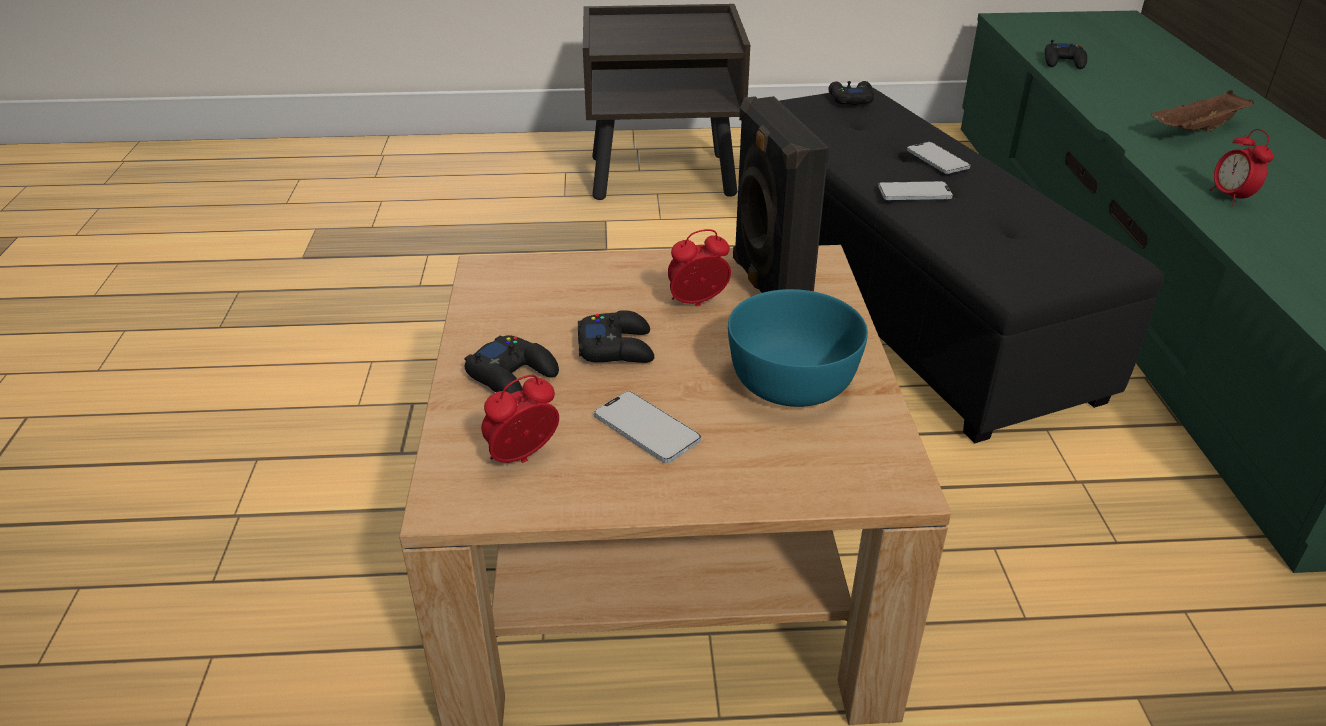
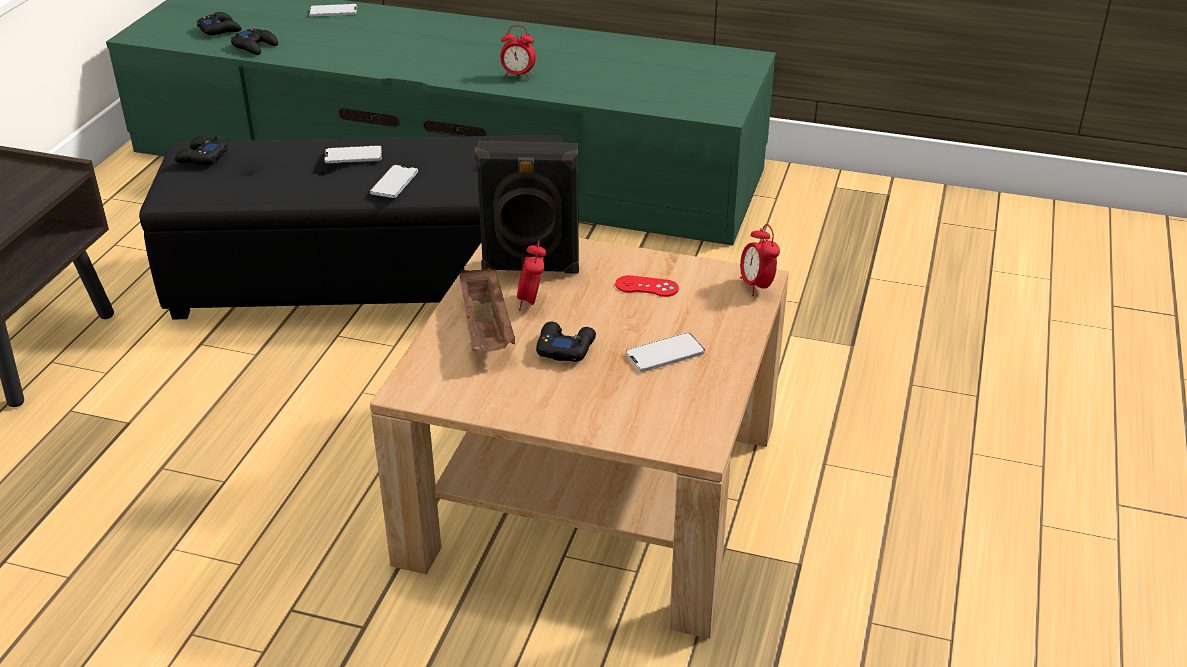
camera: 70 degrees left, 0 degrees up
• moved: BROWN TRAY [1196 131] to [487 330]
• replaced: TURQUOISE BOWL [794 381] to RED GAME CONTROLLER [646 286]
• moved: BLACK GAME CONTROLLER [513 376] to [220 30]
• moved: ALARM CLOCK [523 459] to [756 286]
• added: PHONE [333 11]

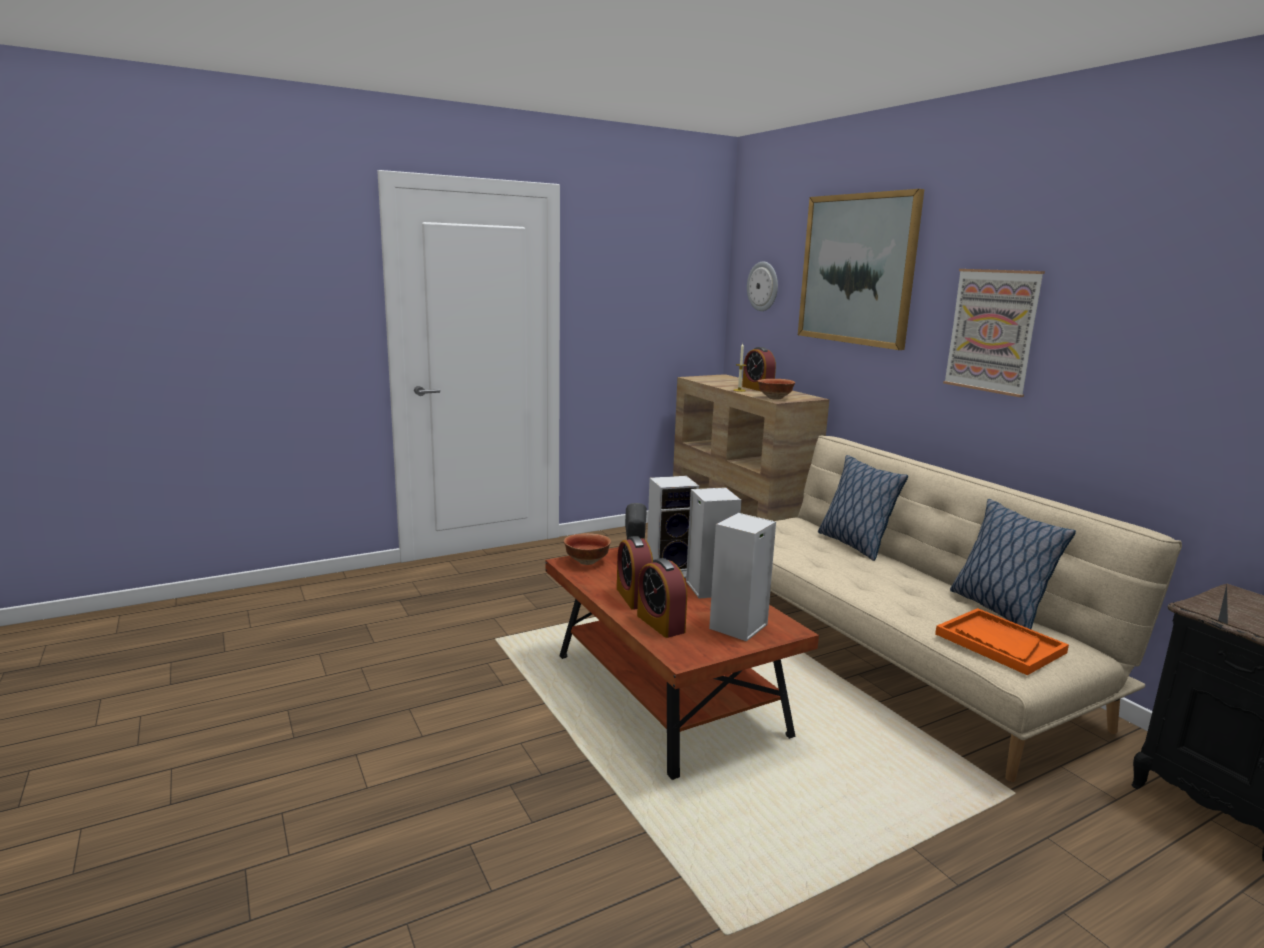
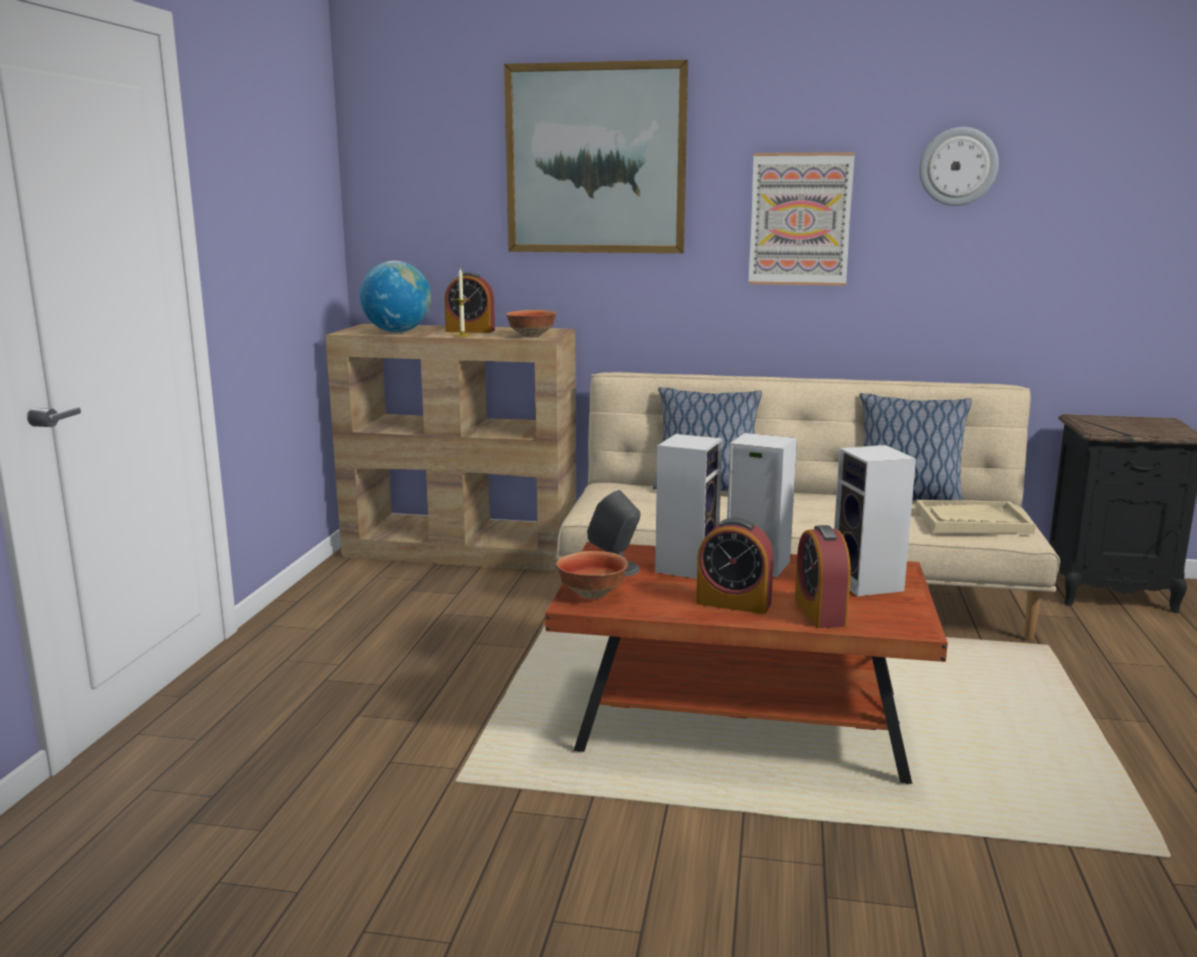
camera: 50 degrees left, 0 degrees up
• moved: WALL CLOCK [763 286] to [958 166]
• turned: ALARM CLOCK [660 624] = [820 612] 75 degrees clockwise
• recoloured: ORANGE TRAY [999 643] to BEIGE TRAY [972 520]
• added: GLOBE [397 331]

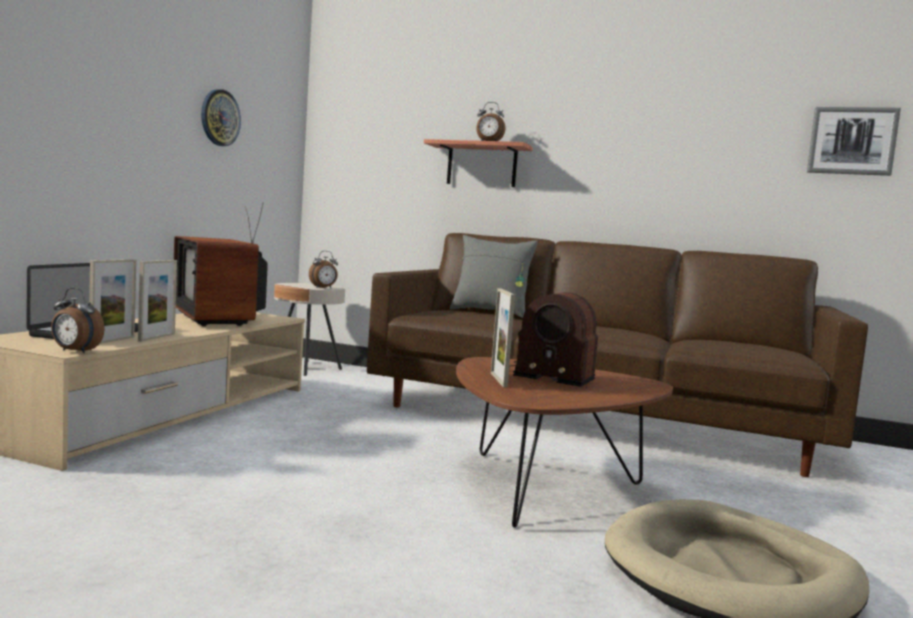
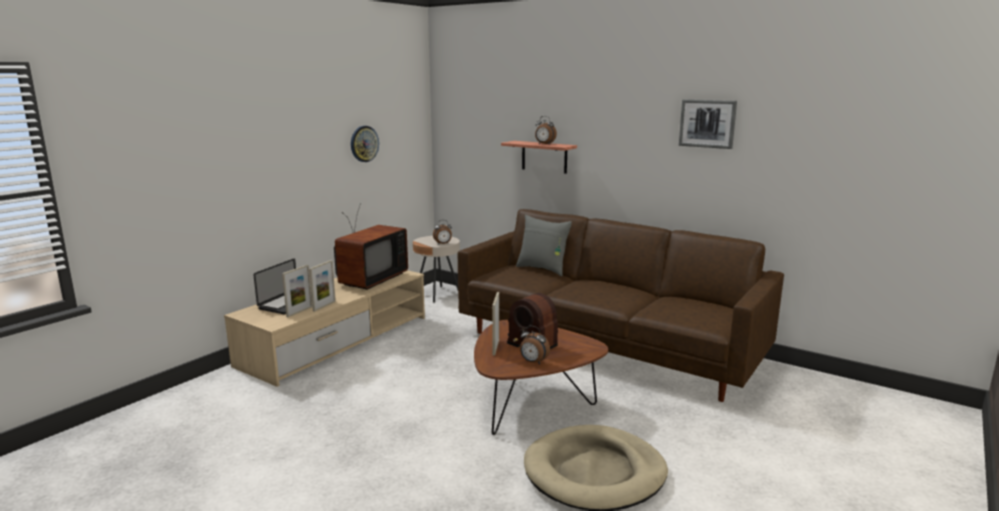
camera: 15 degrees right, 10 degrees up
• moved: PICTURE [852 141] to [707 123]
• turned: TELEVISION [220 319] = [369 280] 135 degrees counterclockwise
• moved: ALARM CLOCK [75 351] to [533 362]

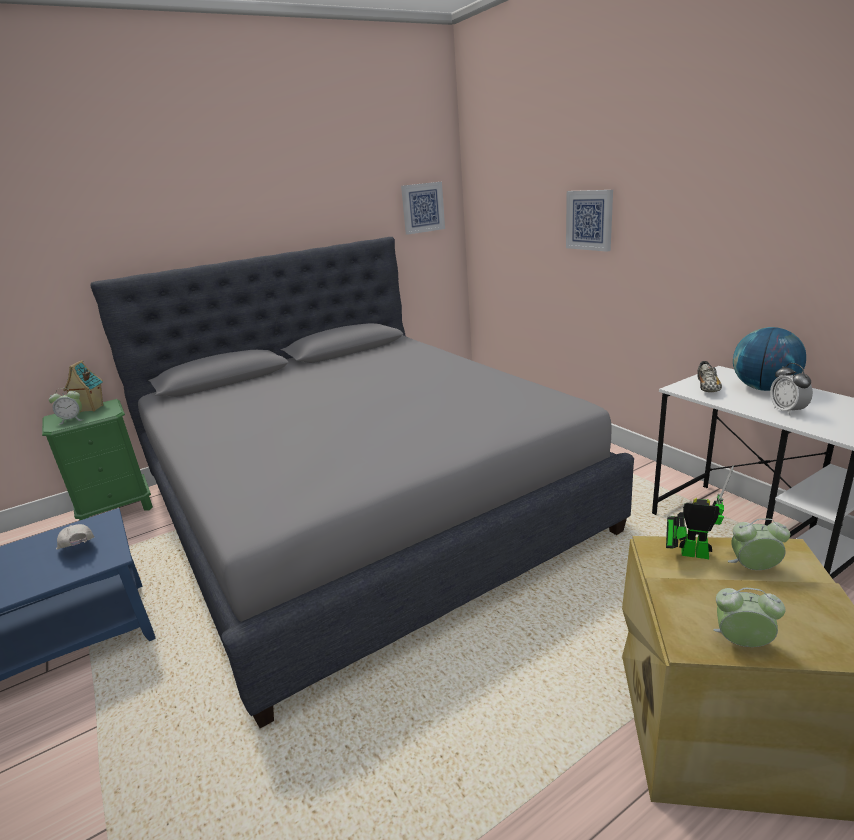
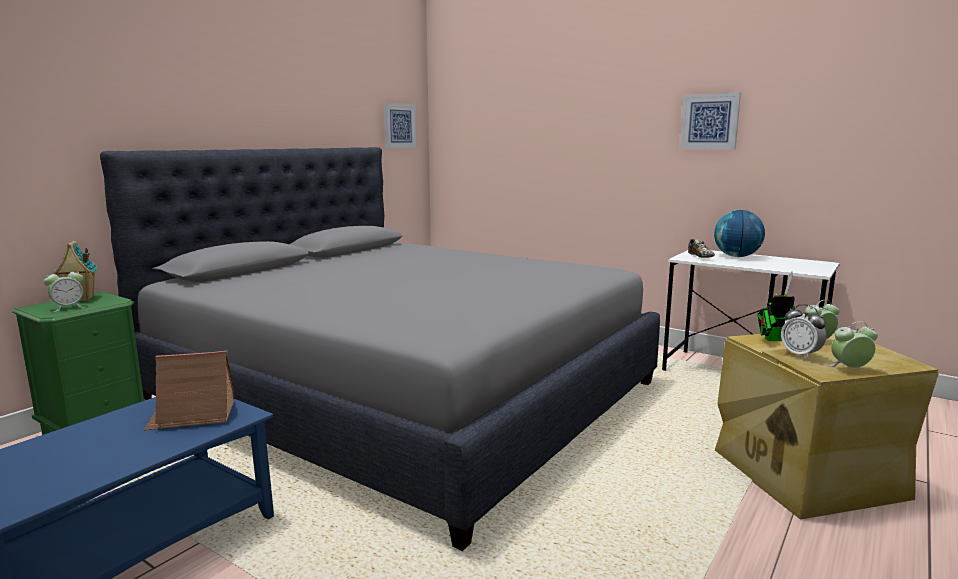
camera: 25 degrees left, 10 degrees down
• moved: PICTURE [589 220] to [709 121]
• moved: ALARM CLOCK [787 411] to [800 355]
• replaced: WHITE CAP [78 551] to TOY HOUSE [193 415]

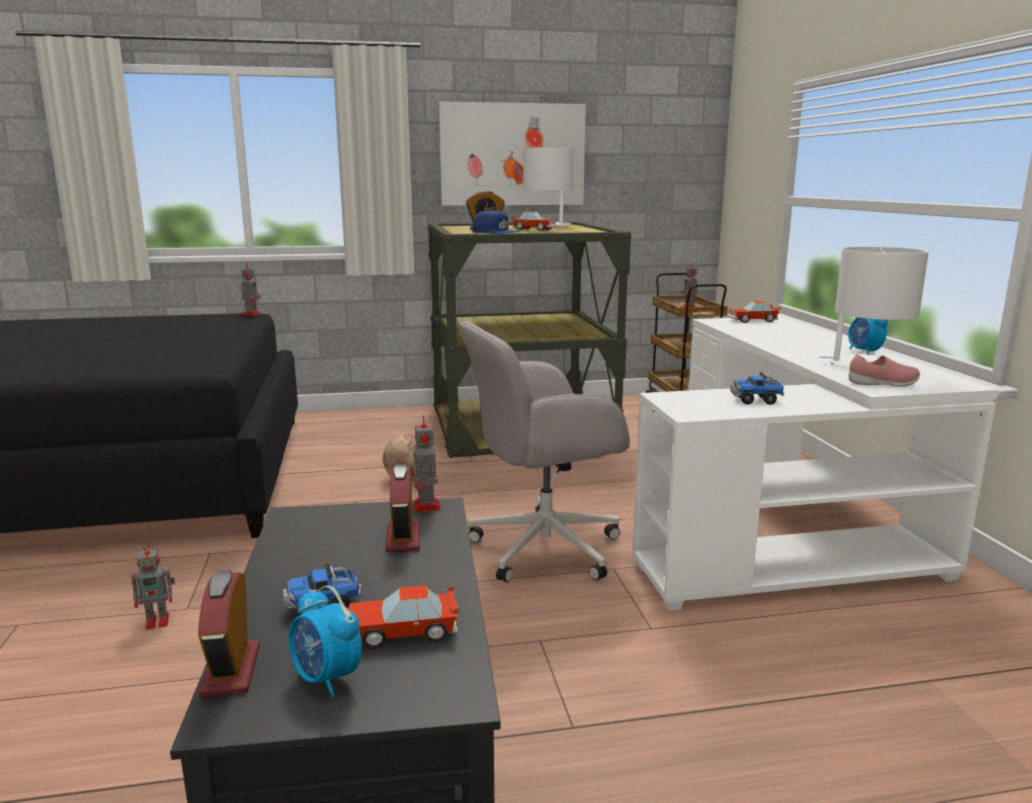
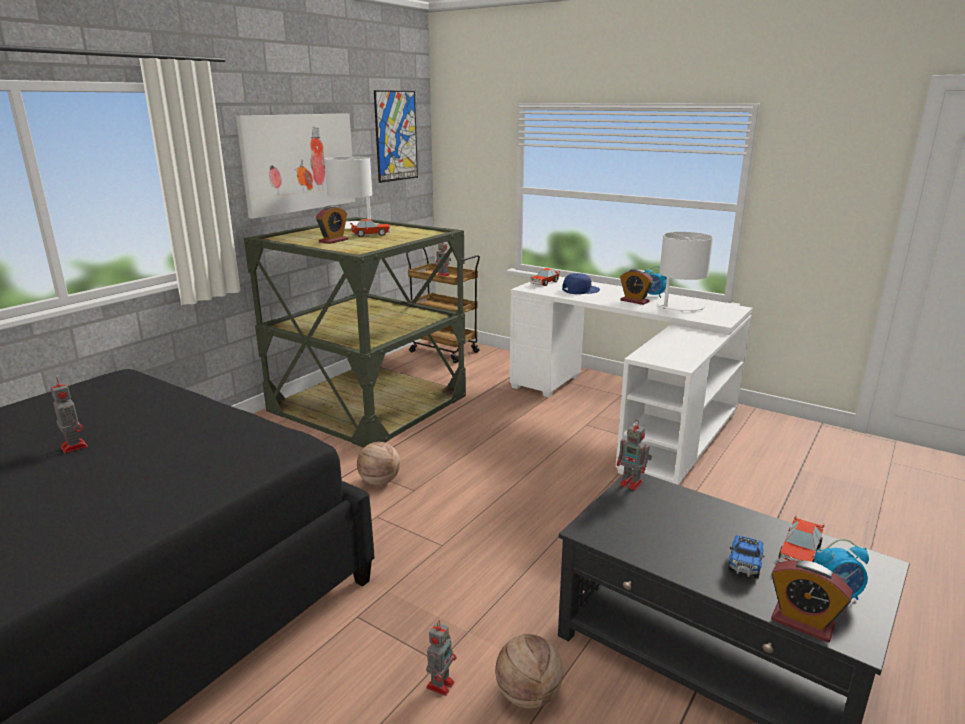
camera: 45 degrees left, 5 degrees up
• moved: BLUE CAP [496 232] to [580 290]
• moved: TOY ROBOT [252 314] to [73 446]
• removed: GREY OFFICE CHAIR [543 549]
• removed: PINK SHOE [883 384]
• removed: TOY TRUCK [756 400]
• moved: ALARM CLOCK [403 538] to [634 301]
• added: PICTURE [396 136]
• added: BASKETBALL [528 695]

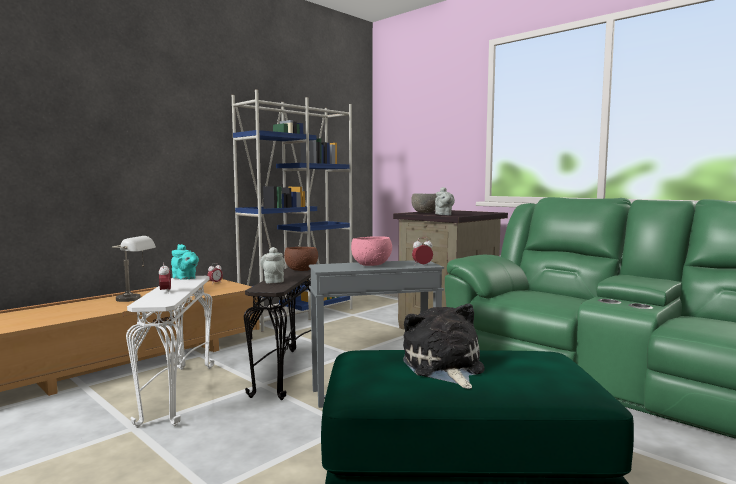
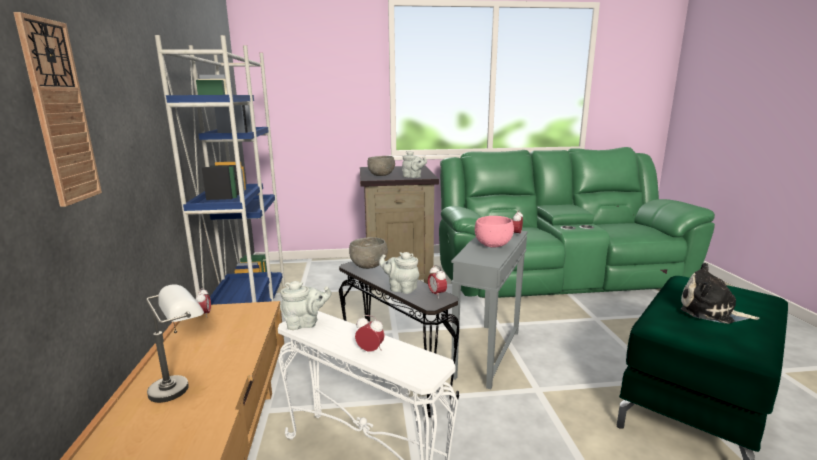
camera: 50 degrees left, 10 degrees up
• recoloured: TURQUOISE TEAPOT [185 278] to GREY TEAPOT [305 324]
• recoloured: BROWN BOWL [302 270] to GREY BOWL [369 266]
• added: WALL CLOCK [60 113]
• added: ALARM CLOCK [437 294]

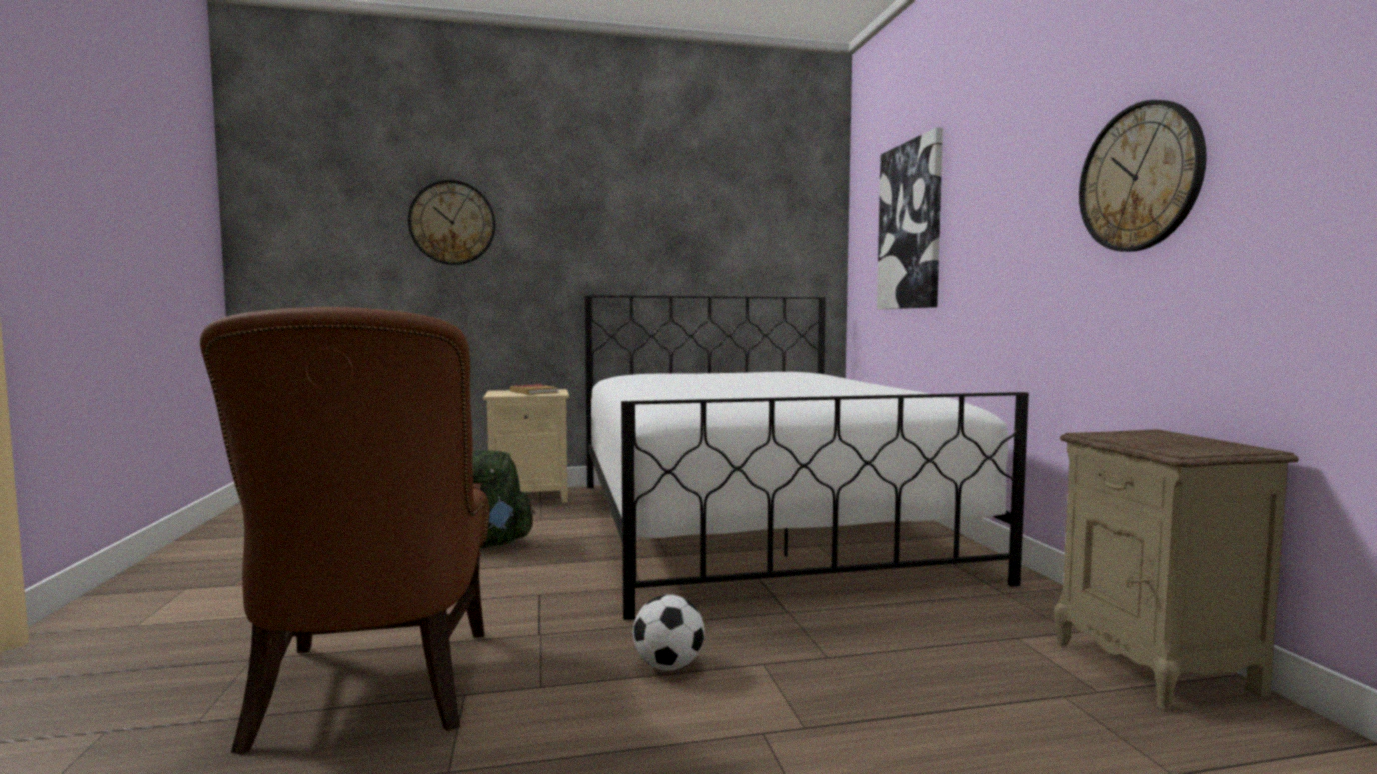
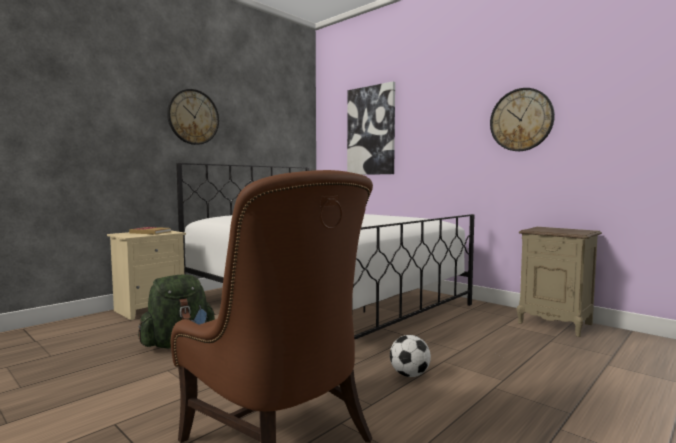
camera: 35 degrees left, 0 degrees up
• moved: WALL CLOCK [452 223] to [193 117]

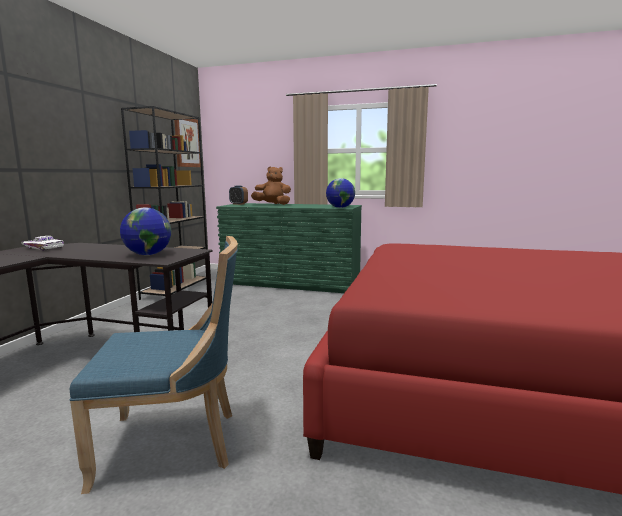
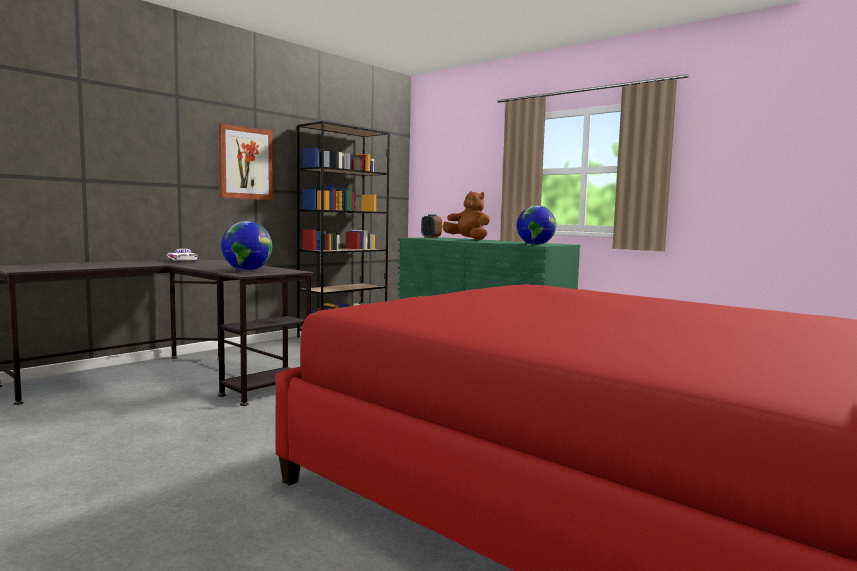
camera: 25 degrees right, 5 degrees down
• moved: PICTURE [187 142] to [245 163]
• removed: BLUE CHAIR [174 444]

